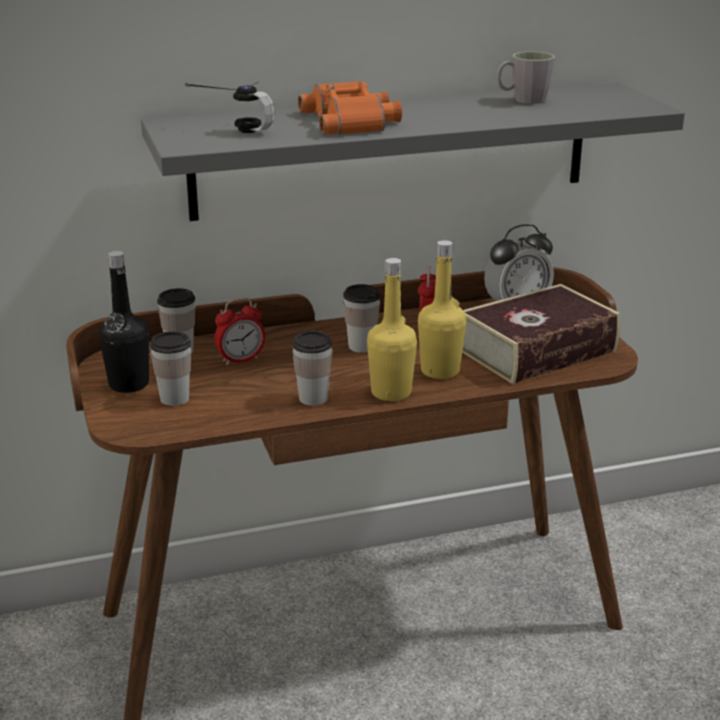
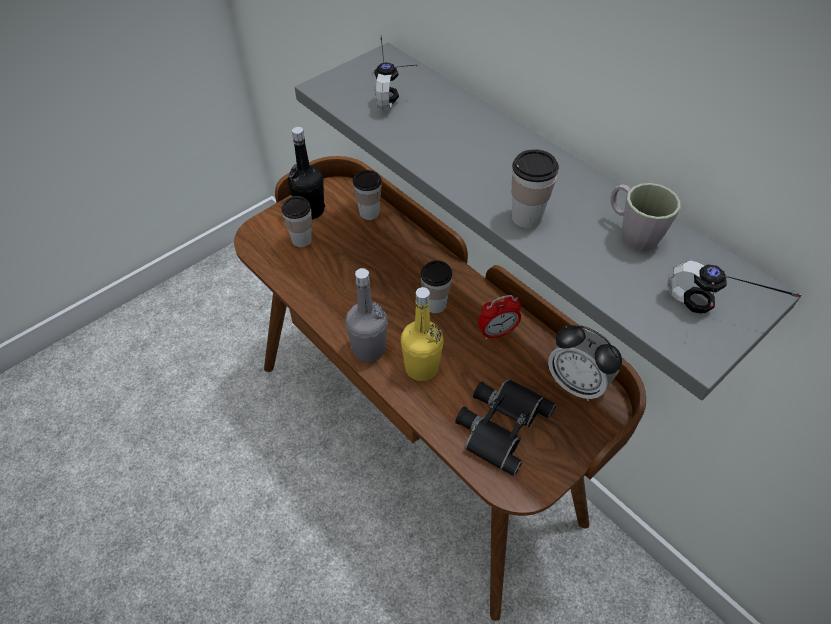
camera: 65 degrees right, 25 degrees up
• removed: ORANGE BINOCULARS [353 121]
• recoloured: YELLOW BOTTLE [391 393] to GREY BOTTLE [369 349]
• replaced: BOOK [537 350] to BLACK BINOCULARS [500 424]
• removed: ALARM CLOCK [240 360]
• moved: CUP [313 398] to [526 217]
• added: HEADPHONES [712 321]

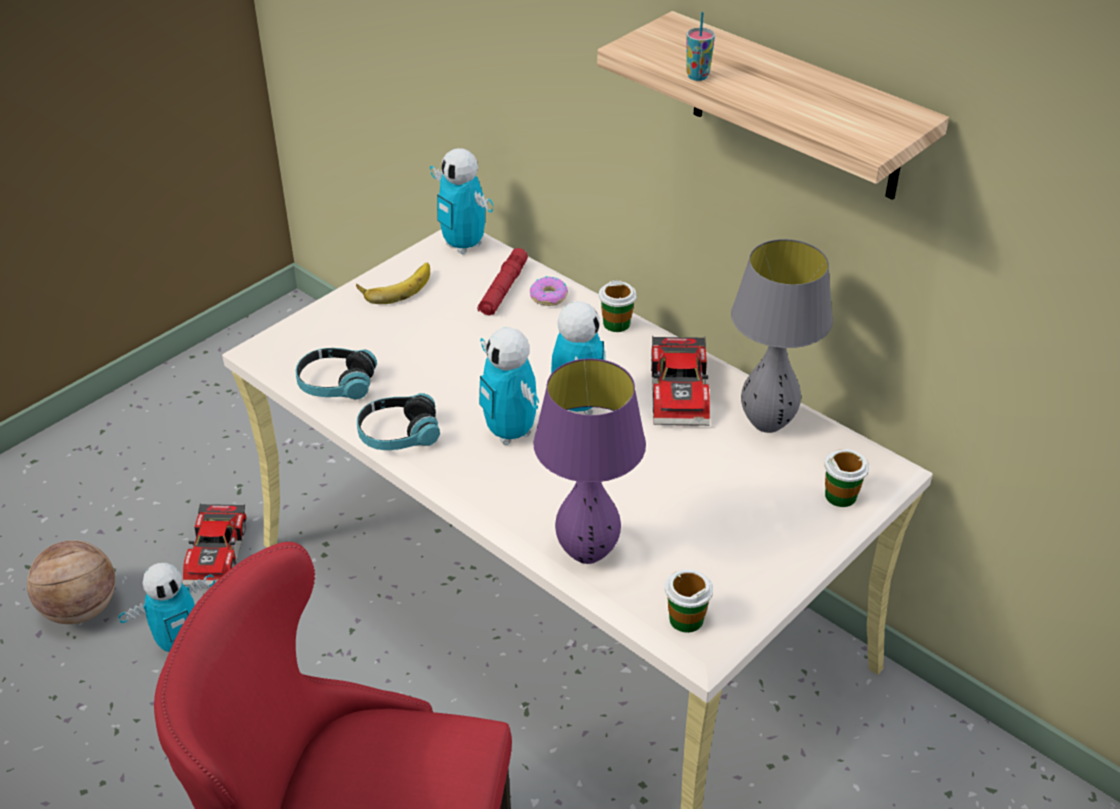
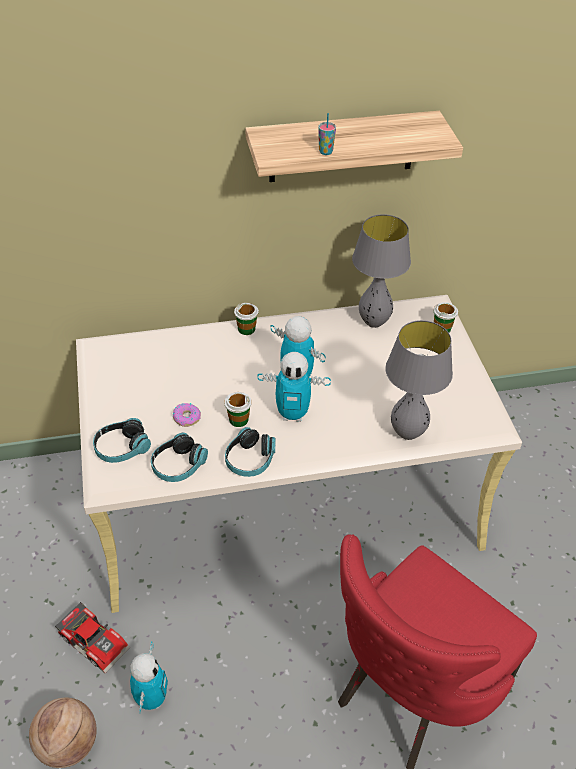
camera: 55 degrees left, 5 degrees up
• removed: TOY ROBOT [464 245]
• removed: RED FLASHLIGHT [503 289]
• removed: BANANA [395 286]
• moved: DONUT [549 296] to [187 417]
• removed: TOY CAR [682 392]
• recoloured: PURPLE TABLE LAMP [588 553] to GREY TABLE LAMP [407 433]
• moved: CUP [686 619] to [238 419]
• added: HEADPHONES [122 448]

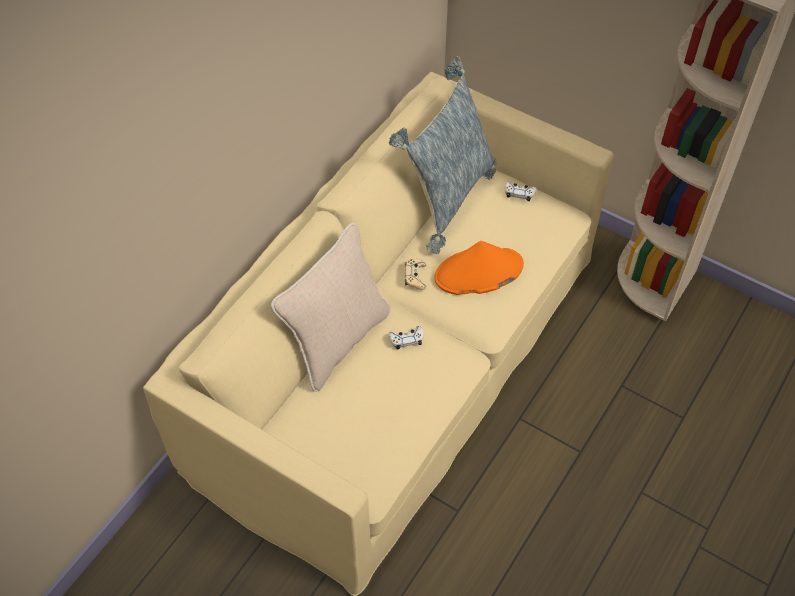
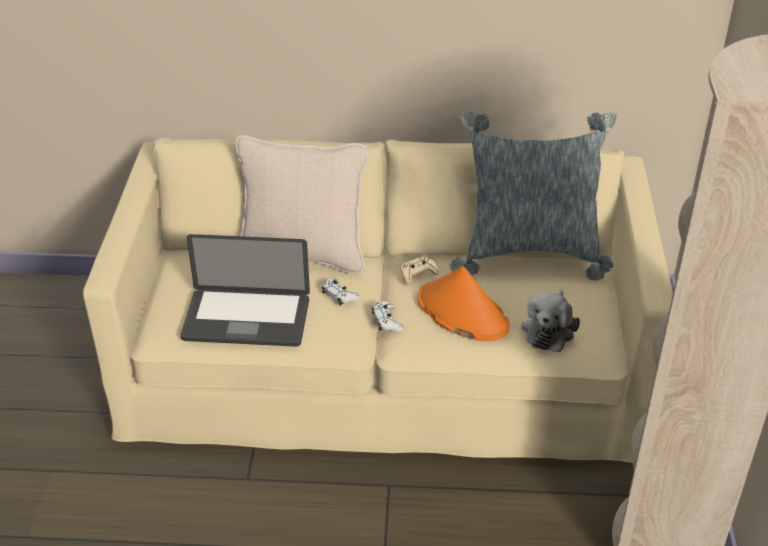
camera: 60 degrees right, 15 degrees down
• moved: WHITE GAME CONTROLLER [519 193] to [387 321]
• added: LAPTOP [246 320]
• added: PLUSH TOY [549 329]

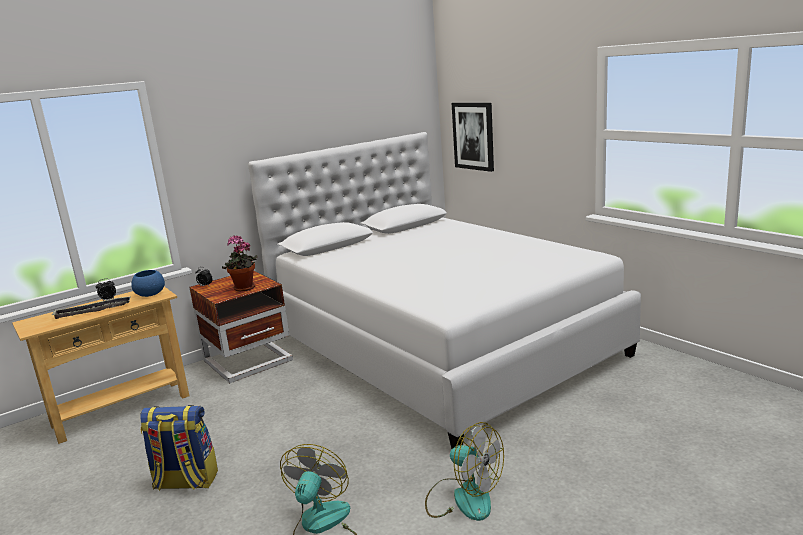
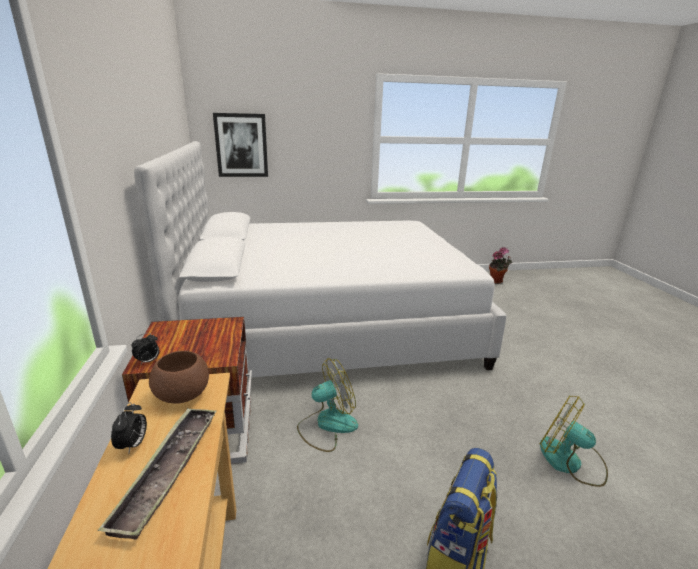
camera: 65 degrees left, 5 degrees up
• moved: POTTED PLANT [244 289] to [497 281]
• recoloured: BLUE BOWL [149 294] to BROWN BOWL [183 395]
• moved: FAN [463 498] to [327 425]

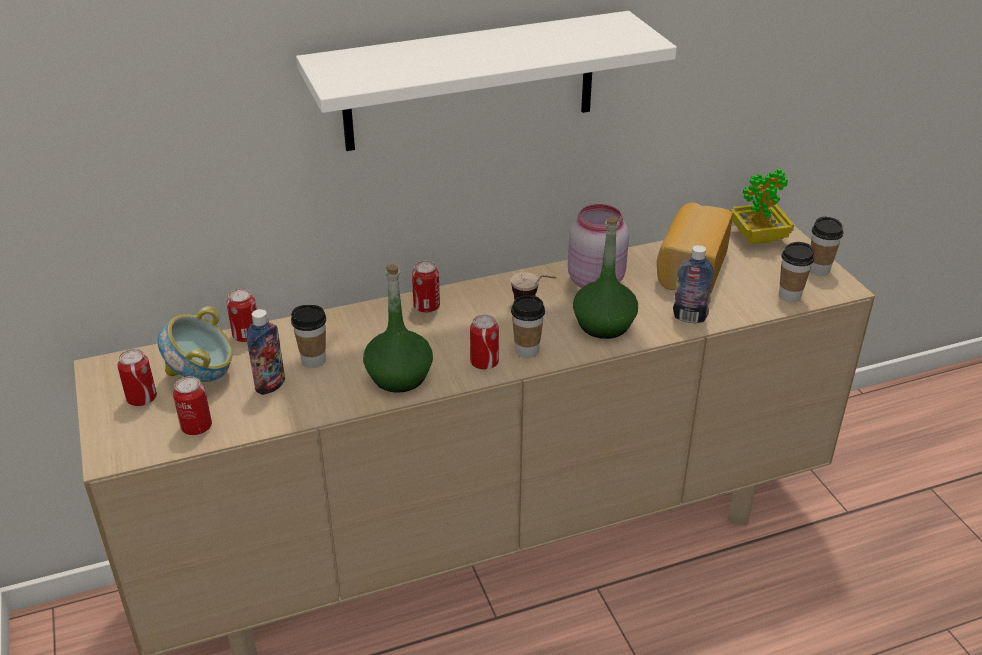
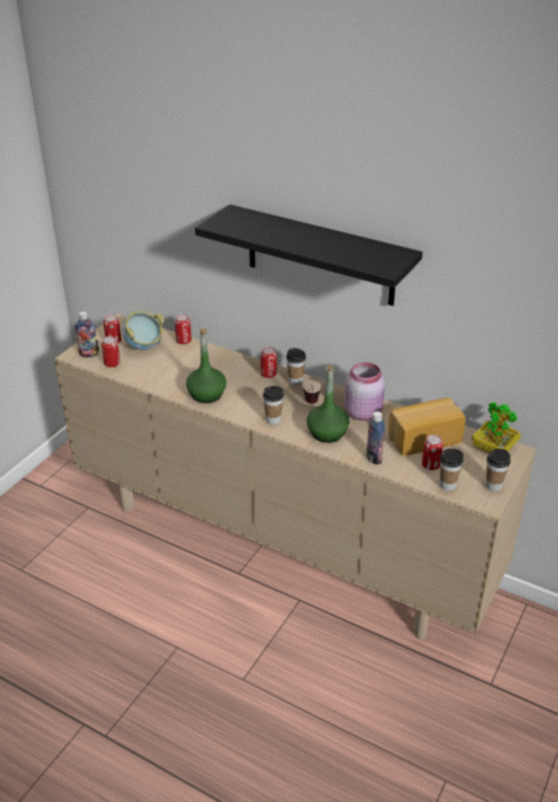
camera: 50 degrees right, 0 degrees up
• recoloured: WHITE SHELF [470 81] to BLACK SHELF [320 256]
• moved: CUP [313 360] to [295 381]
• moved: BOTTLE [270 385] to [89 354]
• moved: CAN [484 363] to [430 465]

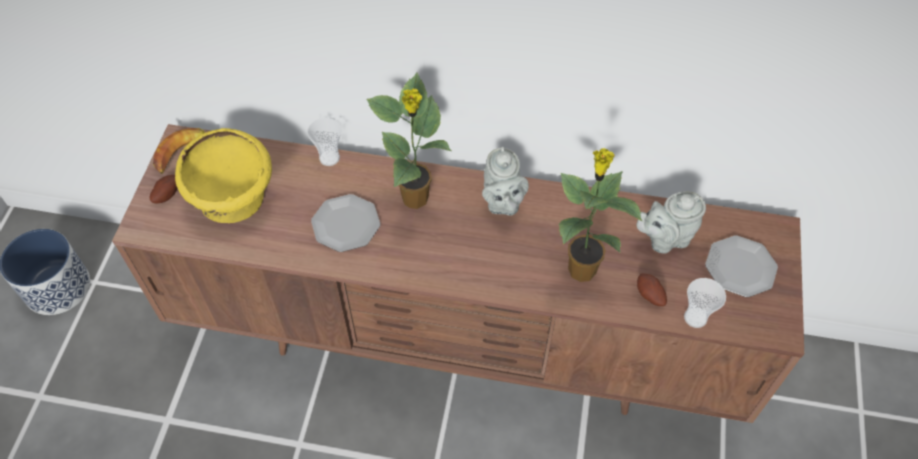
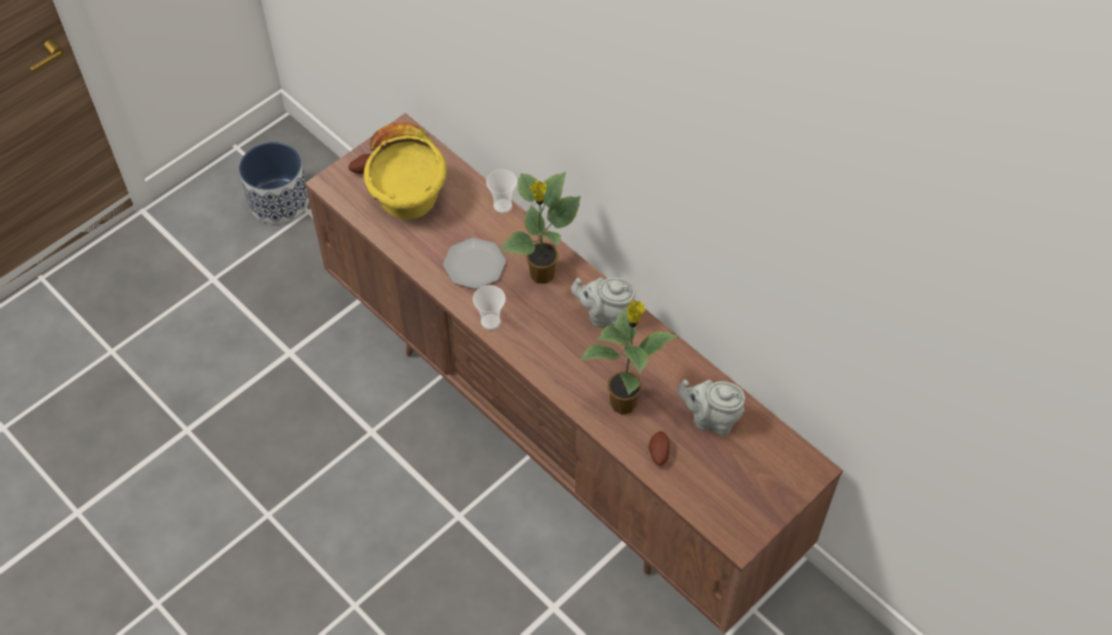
camera: 35 degrees right, 0 degrees up
• turned: GREY TEAPOT [502 203] = [606 316] 75 degrees clockwise
• removed: PLATE [739 268]
• moved: CUP [695 318] to [490 321]

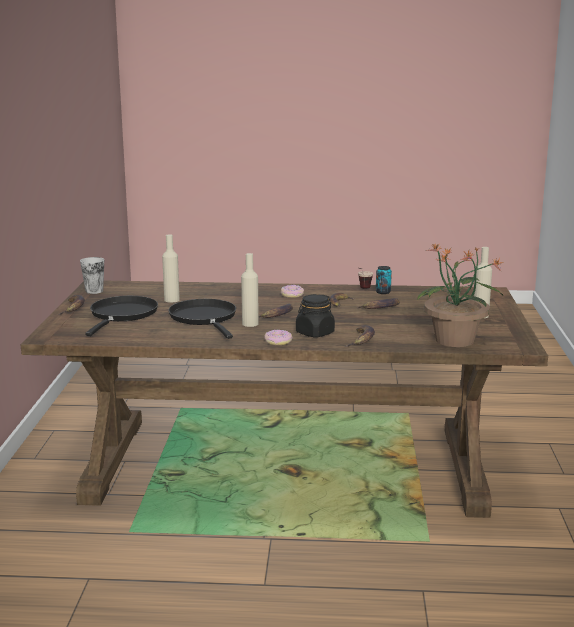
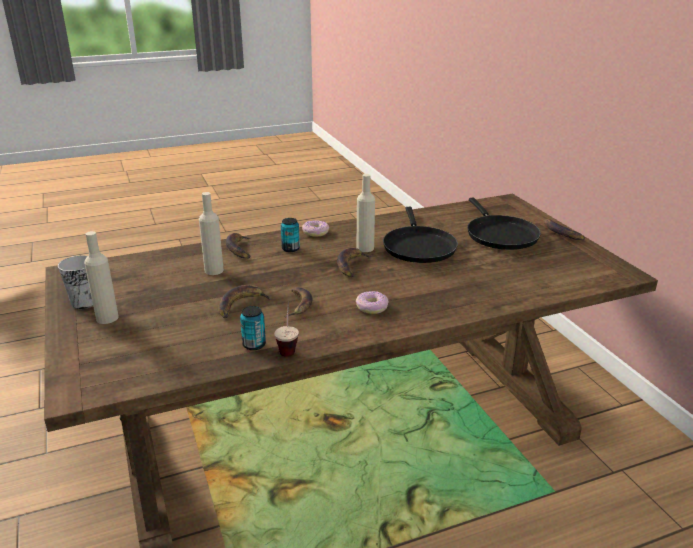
camera: 155 degrees right, 10 degrees up
• moved: BEIGE BOTTLE [171 300] to [214 270]
• removed: POTTED PLANT [455 341]
• moved: CUP [94 291] to [84 302]
• replaced: BLACK JAR [314 333] to CAN [290 249]
• turned: BLACK FRYING PAN [204 318] = [418 246] 45 degrees clockwise

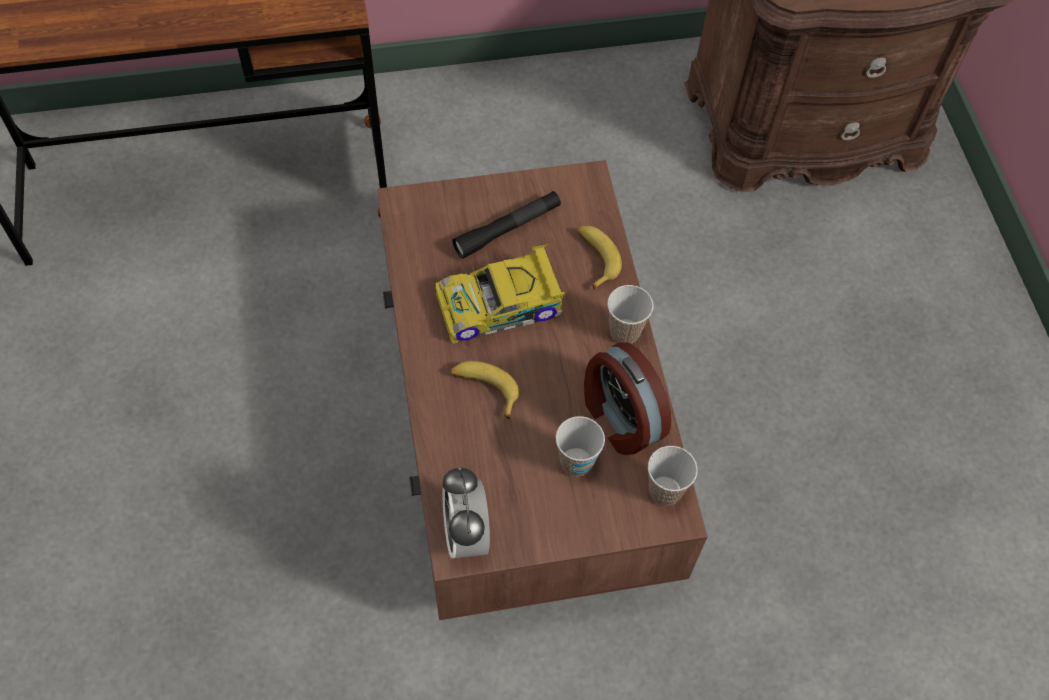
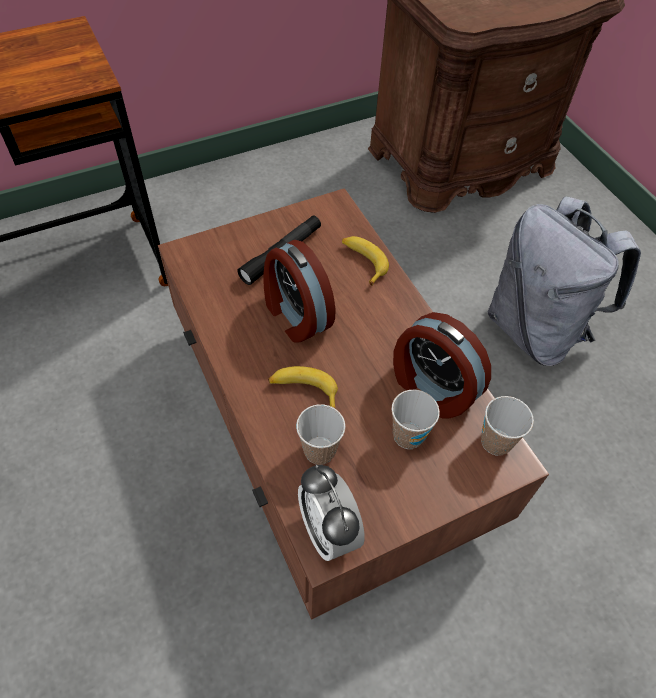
camera: 15 degrees left, 5 degrees down
• replaced: TOY CAR [501 304] to ALARM CLOCK [295 315]
• moved: CUP [625 331] to [319 450]
• added: GREY BACKPACK [536 330]

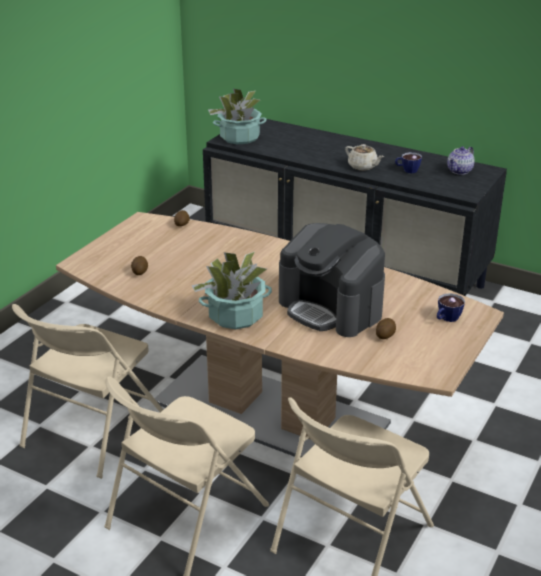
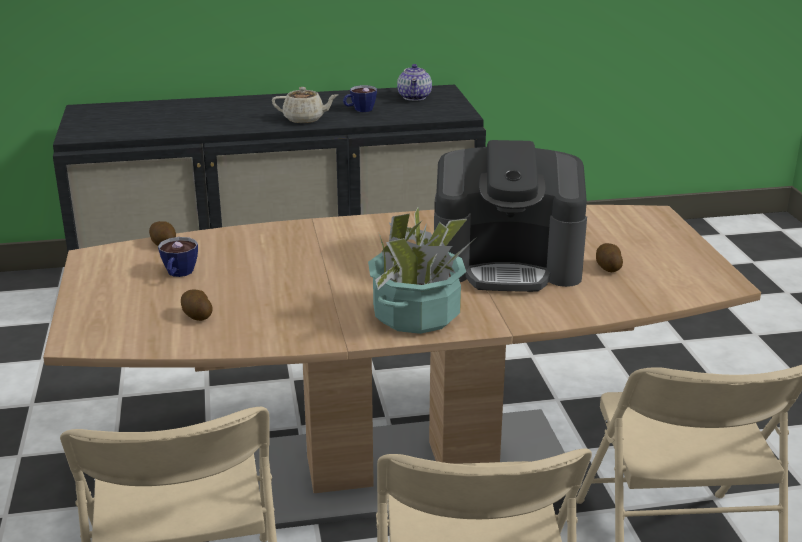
camera: 40 degrees left, 5 degrees down
• removed: POTTED PLANT [240 138]
• moved: CUP [446 319] to [178 274]

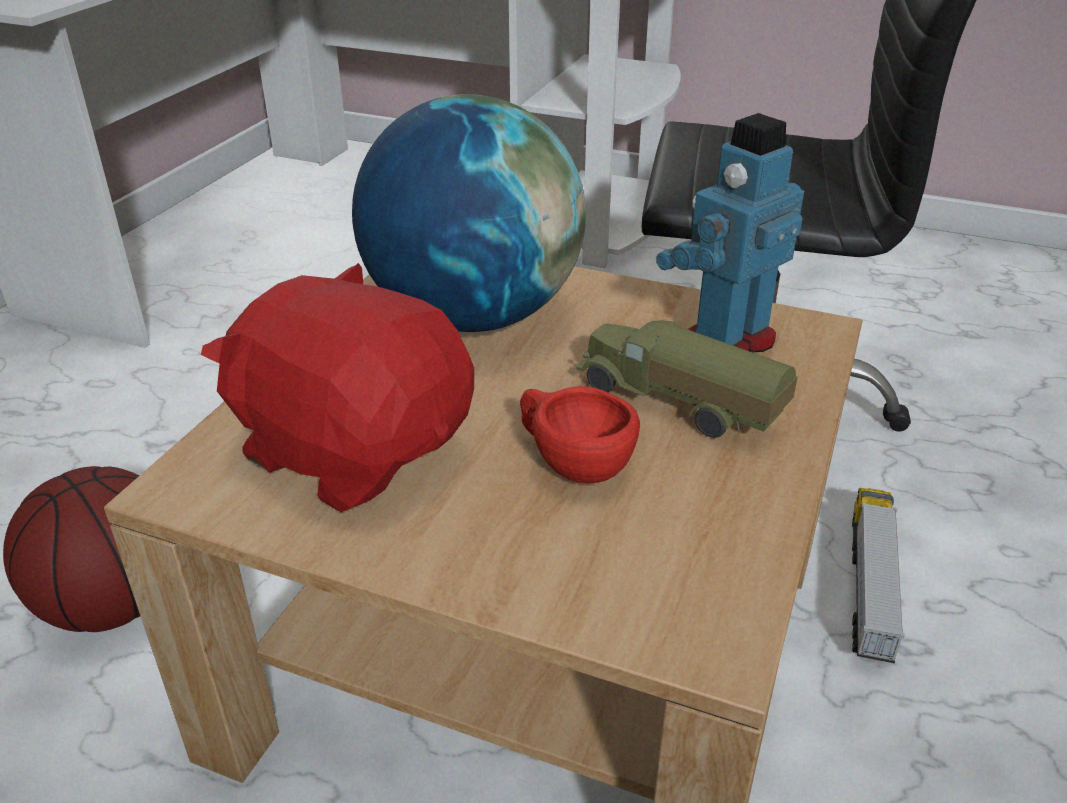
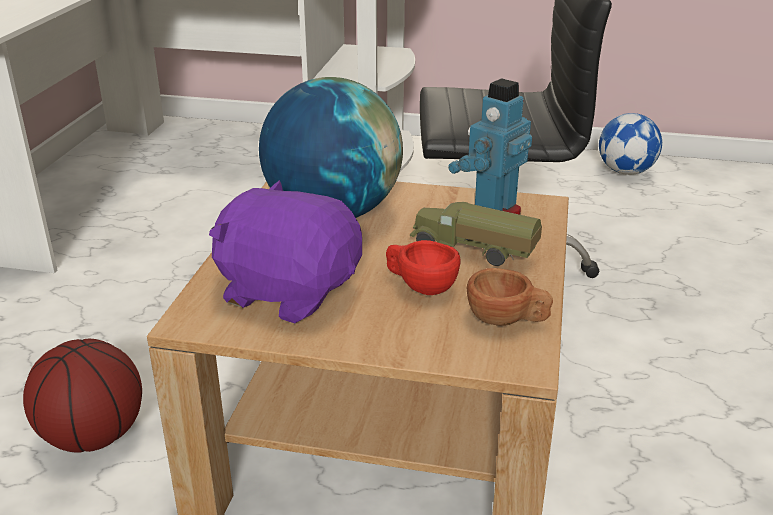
camera: 10 degrees left, 5 degrees down
• recoloured: RED PLUSH TOY [355 449] to PURPLE PLUSH TOY [288 291]
• removed: TOY TRUCK [869 588]
• added: FOOTBALL [626 172]
• added: BROWN CUP [507 320]

